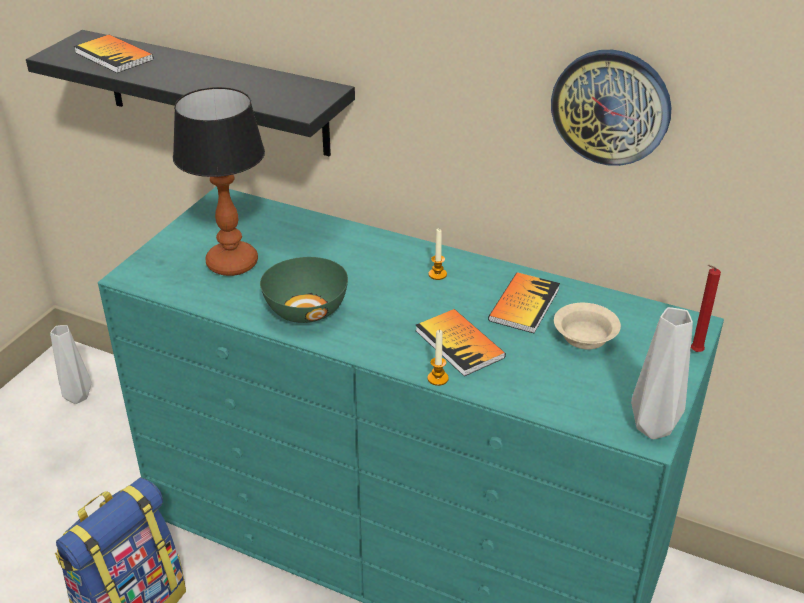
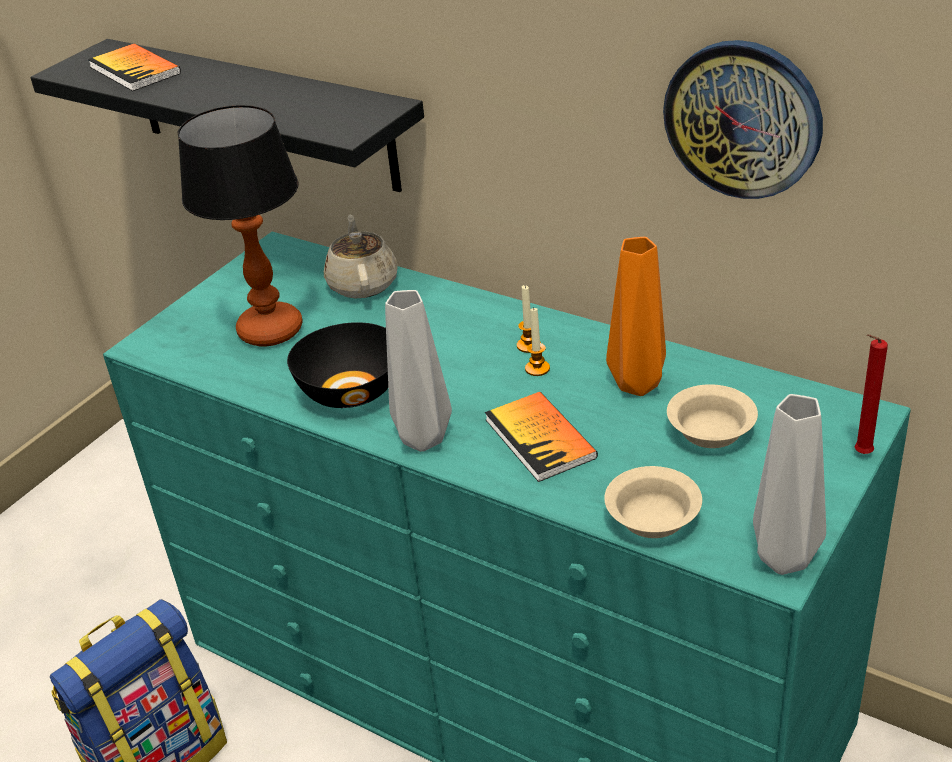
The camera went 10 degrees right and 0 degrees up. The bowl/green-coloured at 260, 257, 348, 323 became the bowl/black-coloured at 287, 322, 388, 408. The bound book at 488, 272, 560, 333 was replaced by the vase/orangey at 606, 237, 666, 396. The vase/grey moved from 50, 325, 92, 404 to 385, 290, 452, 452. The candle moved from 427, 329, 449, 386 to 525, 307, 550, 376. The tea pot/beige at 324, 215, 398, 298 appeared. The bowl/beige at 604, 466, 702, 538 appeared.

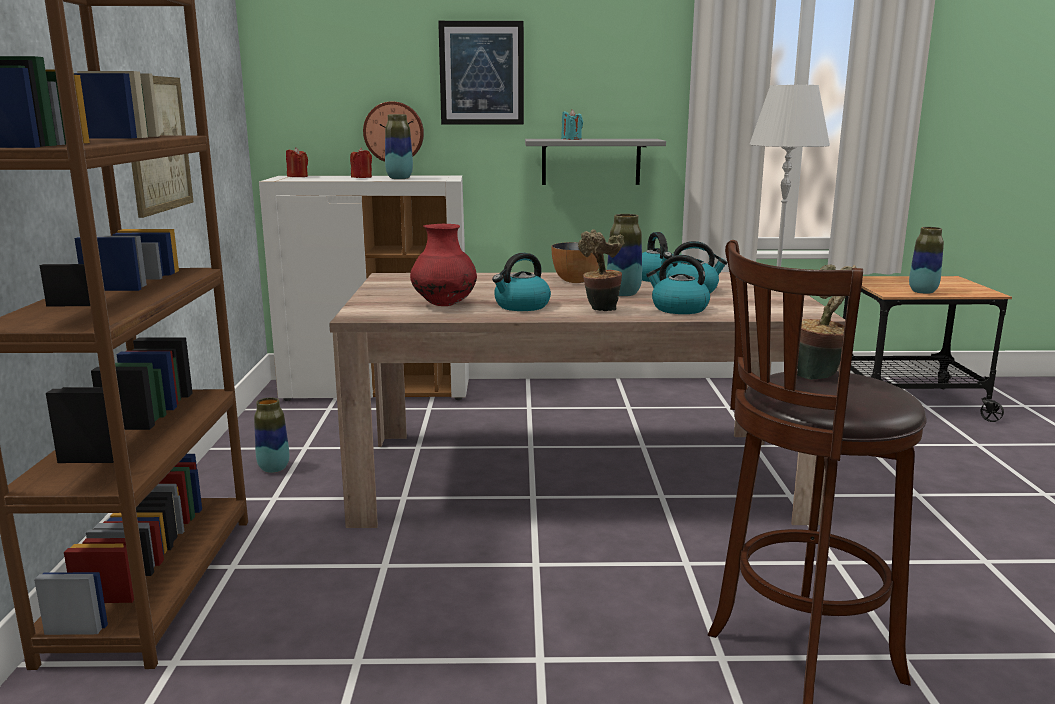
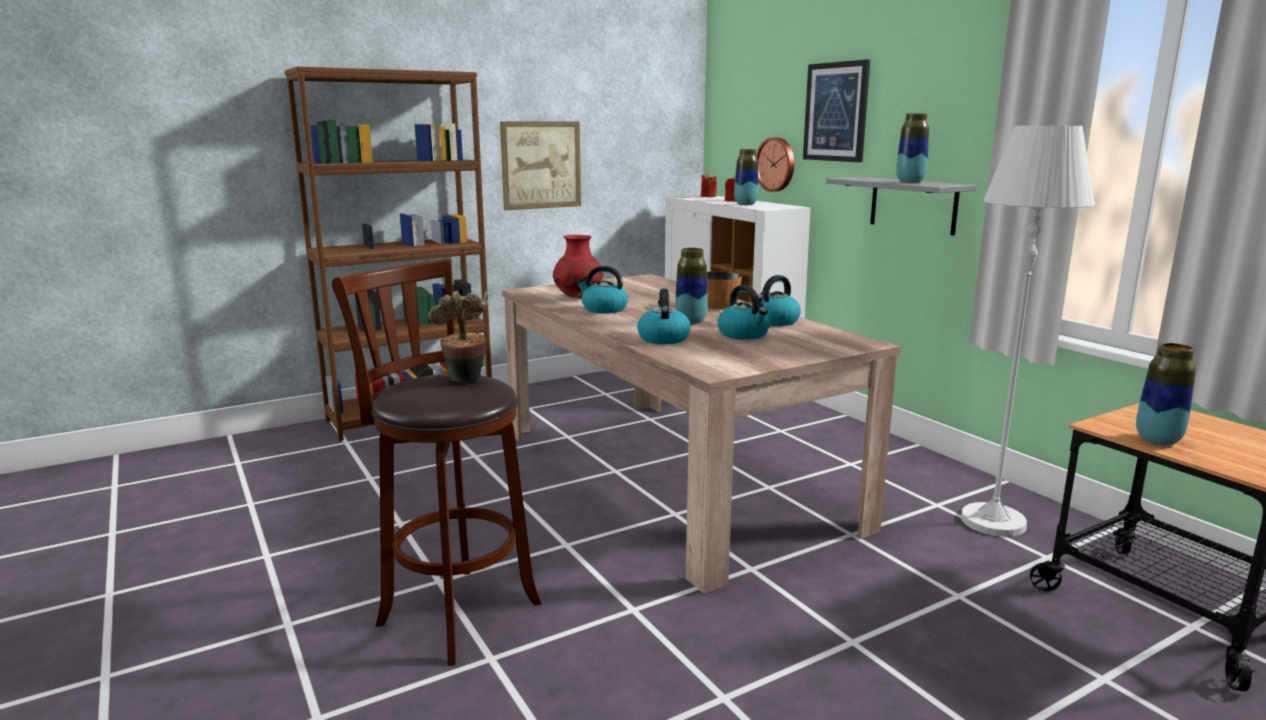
The camera went 60 degrees right and 0 degrees up. The candle/blue-green at 561, 109, 583, 140 disappeared. The houseplant at 578, 229, 625, 311 disappeared. The vase moved from 254, 398, 289, 473 to 896, 113, 929, 183.

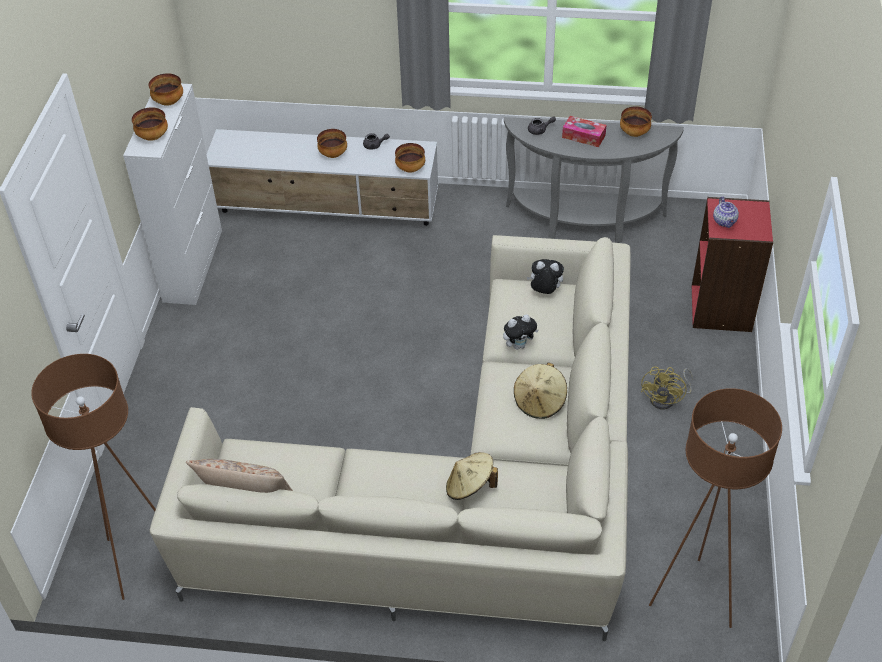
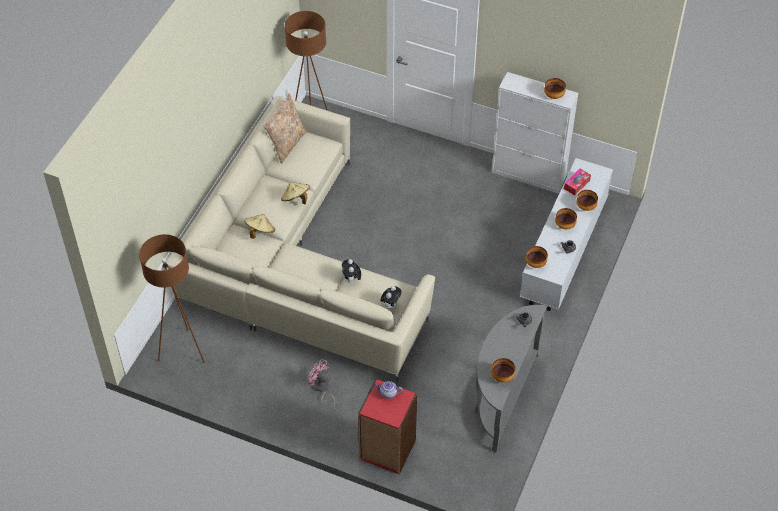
The camera went 105 degrees right and 5 degrees up. The bowl moved from 132, 107, 168, 141 to 576, 190, 598, 211. The tissue box moved from 562, 116, 606, 147 to 564, 168, 591, 195. The hat/beige moved from 514, 362, 567, 419 to 281, 182, 310, 204. The electric fan/yellow-coloured at 641, 366, 693, 409 became the electric fan/pink-coloured at 308, 359, 335, 407.

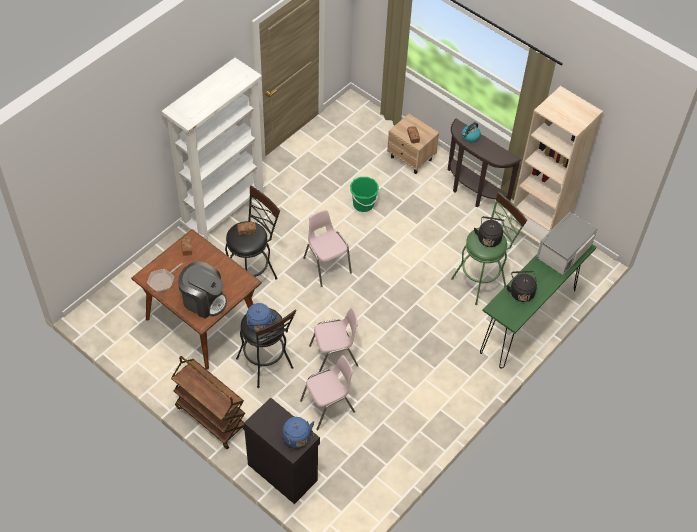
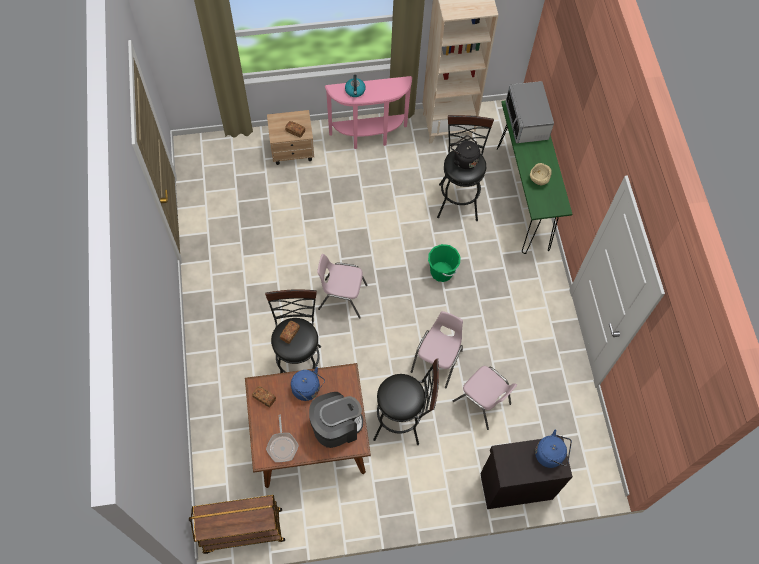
The camera went 50 degrees left and 10 degrees up. The shelving unit/white at 161, 58, 265, 241 disappeared. The narrow table/brown at 448, 118, 521, 208 became the narrow table/pink-coloured at 325, 76, 412, 149. The water bucket/green-coloured moved from 350, 177, 379, 212 to 428, 244, 461, 282. The stool seat/green-coloured at 451, 192, 527, 305 became the stool seat/black-coloured at 437, 115, 494, 221. The water kettle/black-coloured at 506, 271, 537, 302 was replaced by the bowl/beige at 530, 163, 552, 185. The water kettle/blue-coloured moved from 246, 303, 278, 331 to 291, 367, 325, 401. The plain chair/pink-coloured at 300, 355, 355, 430 turned 120 degrees clockwise. The trolley/brown moved from 171, 356, 245, 449 to 189, 495, 285, 554.

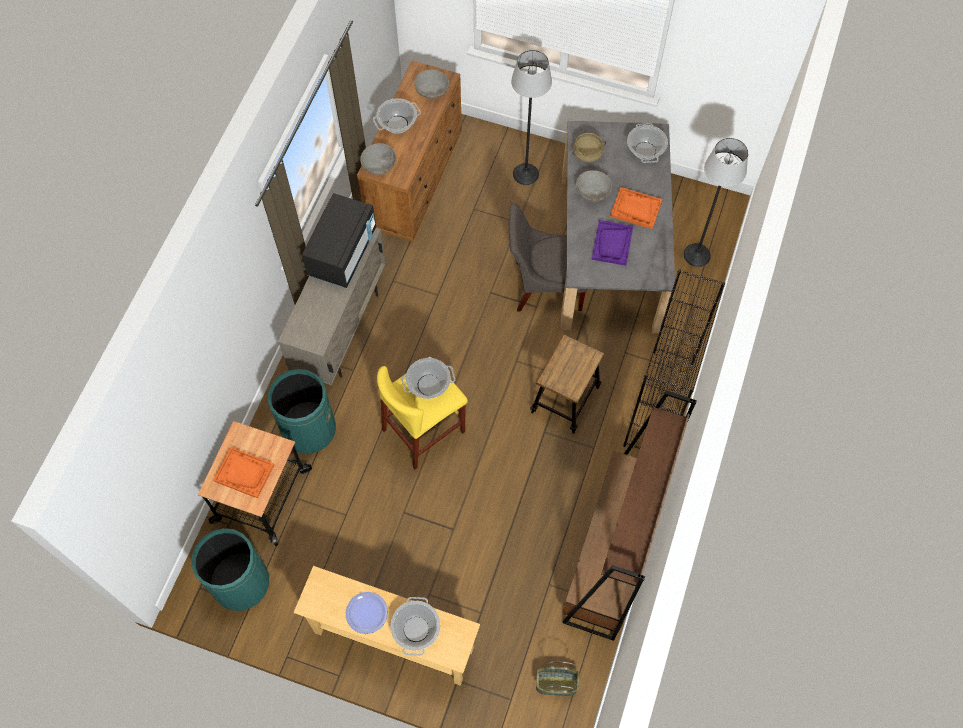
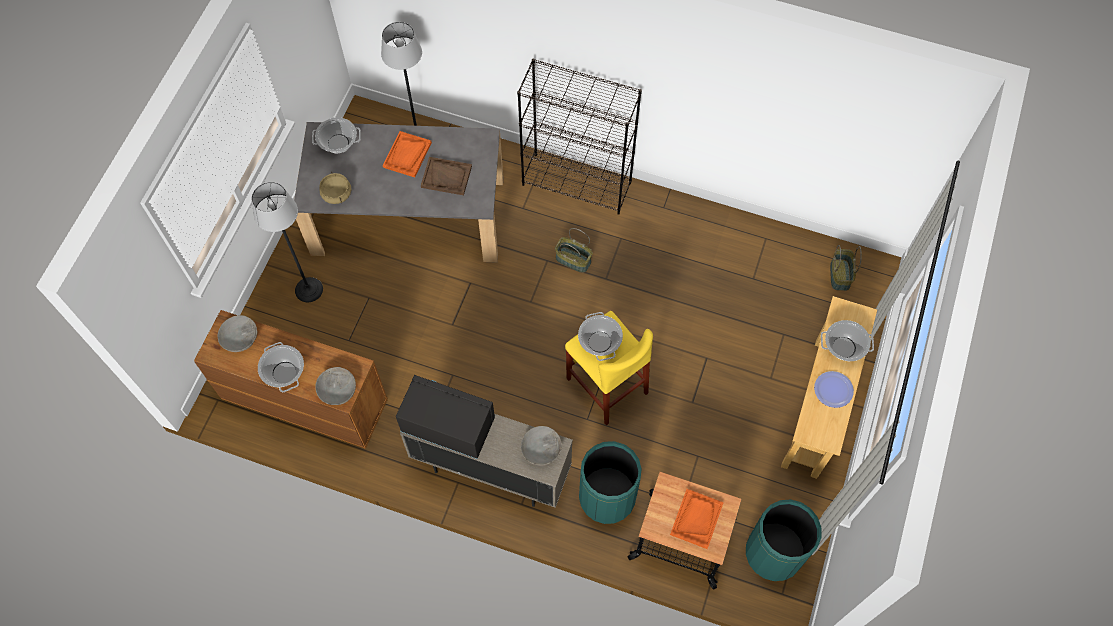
The camera went 90 degrees left and 0 degrees up. The bowl/grey moved from 576, 170, 612, 202 to 521, 426, 562, 466. The plain chair/grey at 509, 204, 587, 311 disappeared. The tray/purple at 591, 220, 633, 266 became the tray/brown at 421, 157, 472, 195. The stool seat at 530, 334, 604, 434 was replaced by the basket at 555, 228, 593, 273. The shelving unit/brown at 562, 391, 697, 641 disappeared.

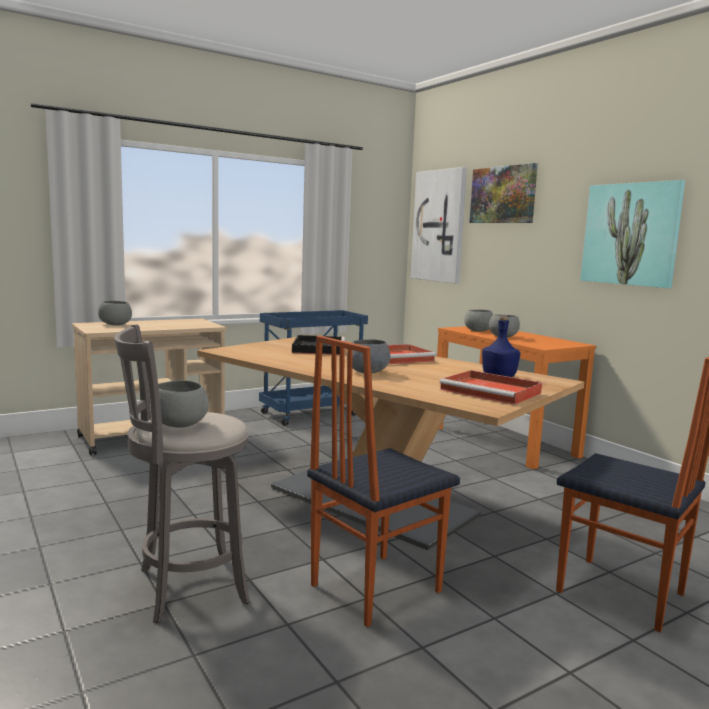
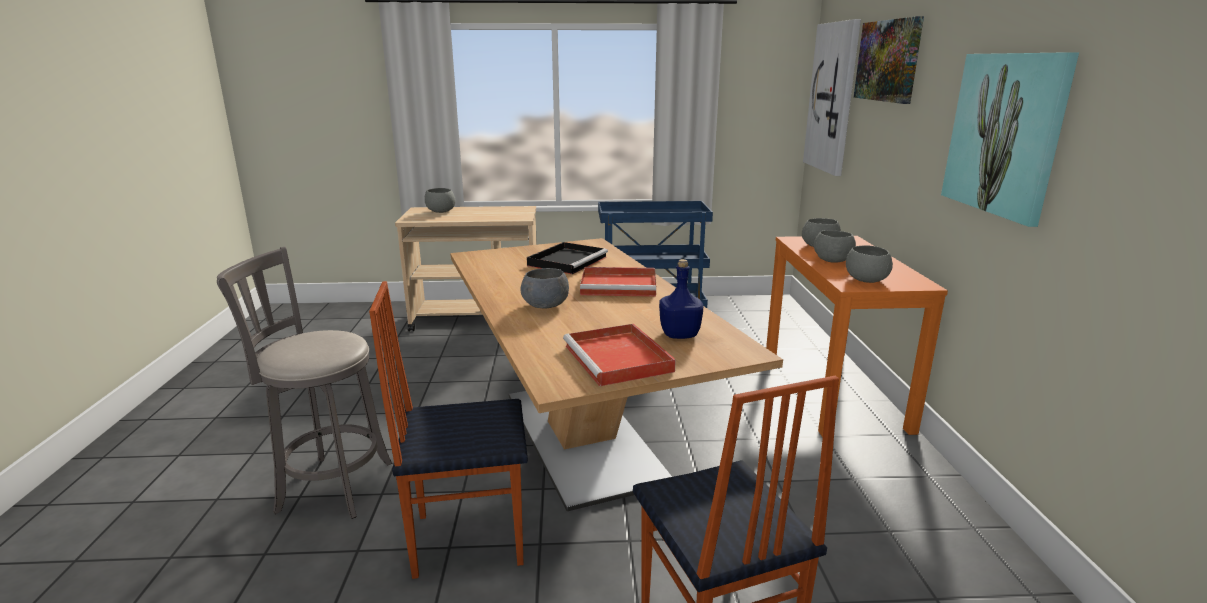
The camera went 30 degrees right and 10 degrees up. The bowl/grey moved from 158, 380, 209, 428 to 846, 245, 893, 283.

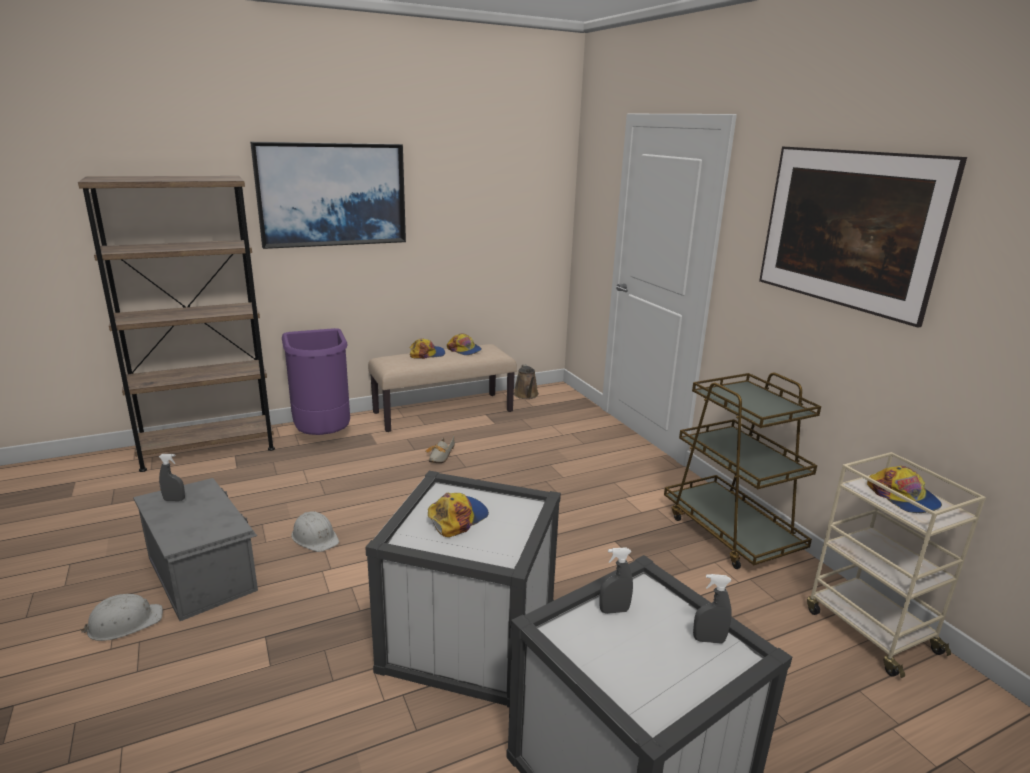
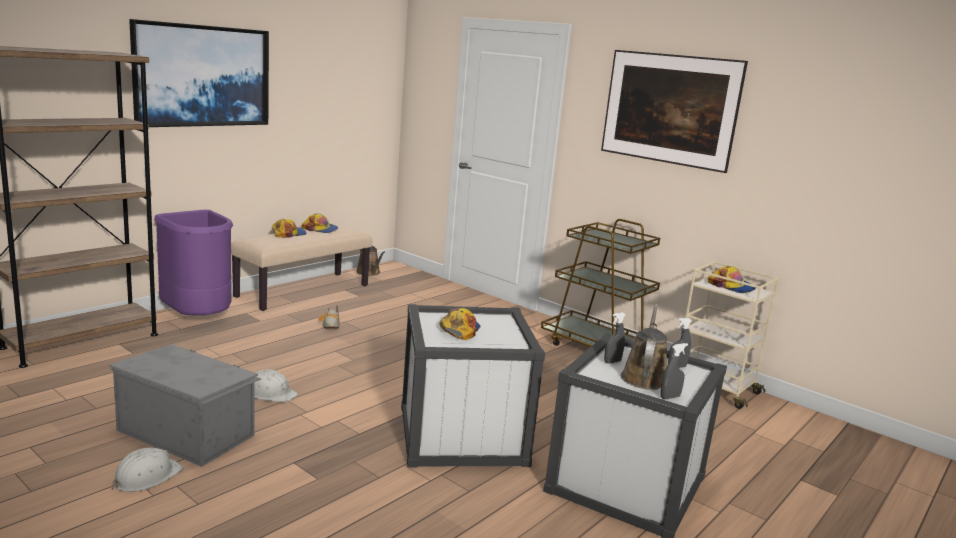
The camera went 25 degrees left and 5 degrees down. The spray bottle/grey moved from 159, 454, 185, 501 to 660, 343, 688, 399. The watering can/brown at 620, 304, 667, 390 appeared.

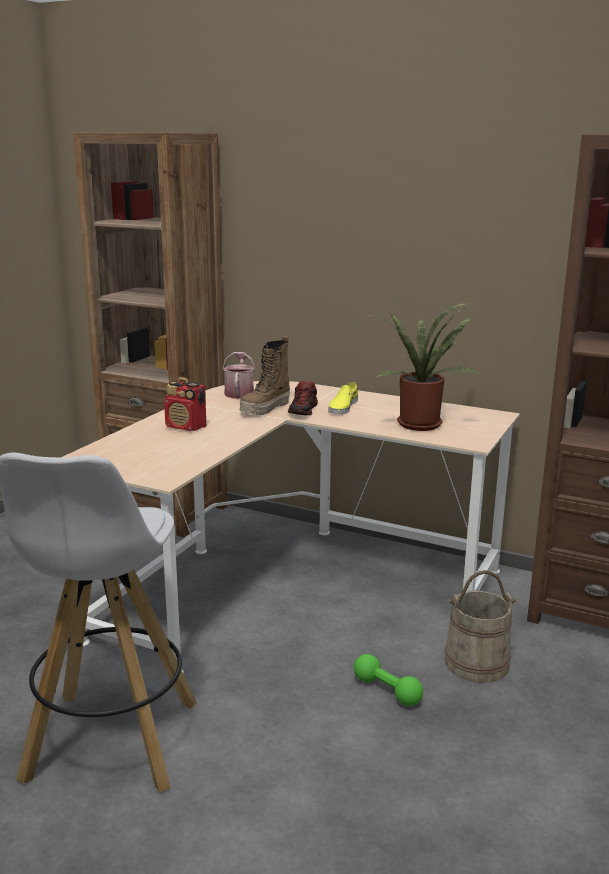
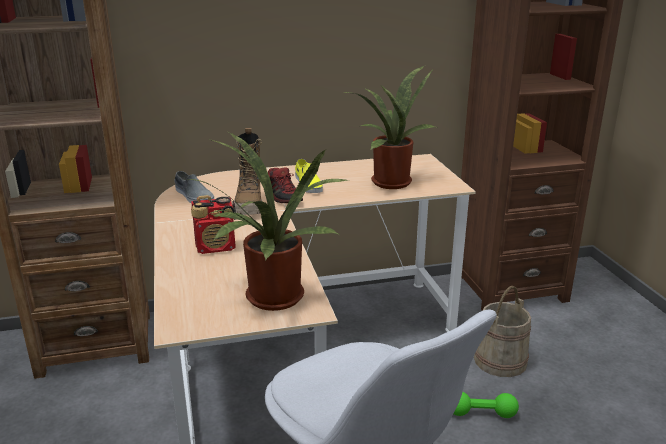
The camera went 40 degrees left and 5 degrees up. The watering can at 222, 352, 255, 399 was replaced by the item of footwear/grey at 175, 171, 214, 203. The houseplant at 188, 132, 349, 311 appeared.

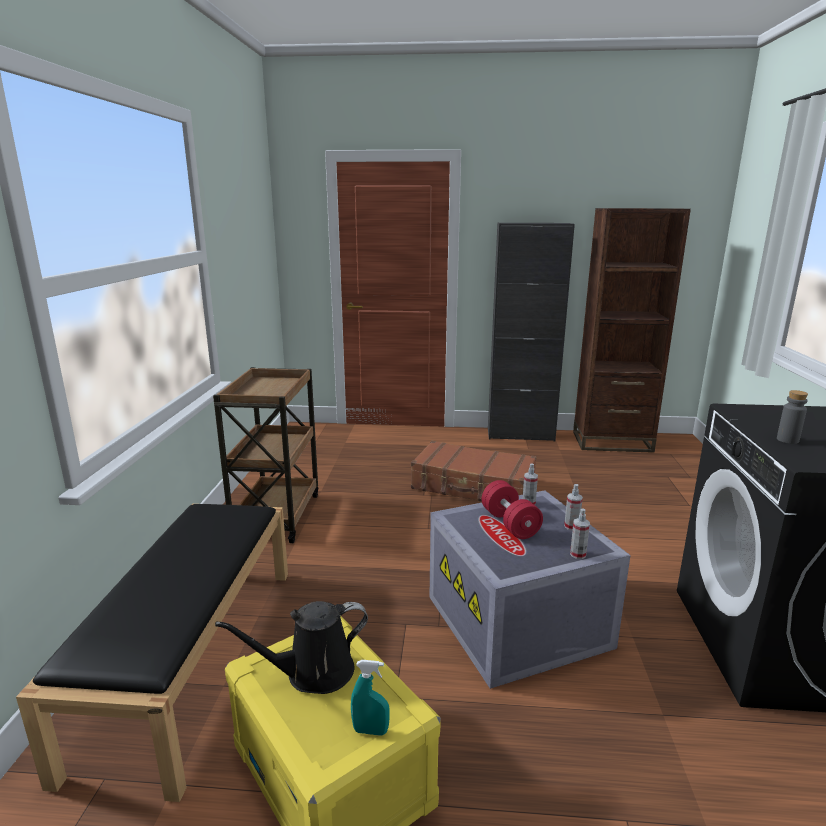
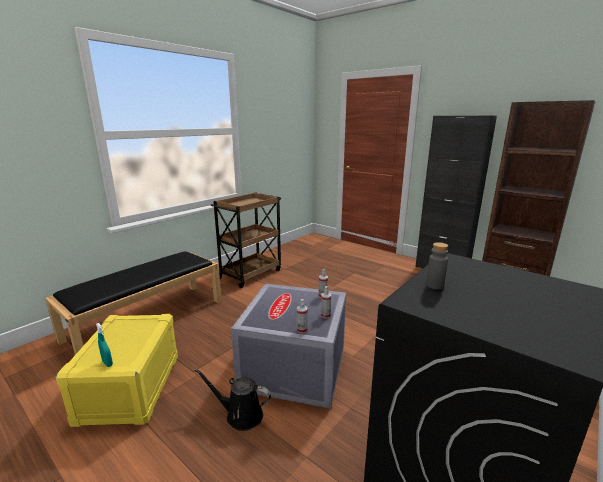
The camera went 35 degrees right and 0 degrees up. The travel case/brown at 411, 441, 536, 502 disappeared. The hand weight/red-coloured at 482, 480, 543, 539 disappeared. The watering can/black-coloured moved from 215, 601, 368, 694 to 194, 369, 271, 431.

